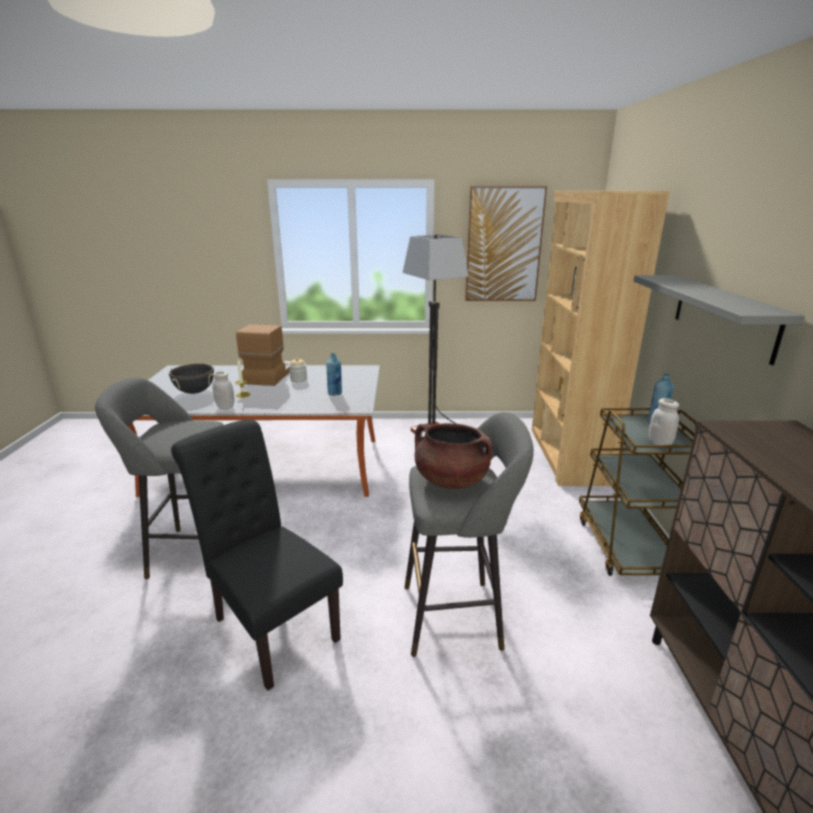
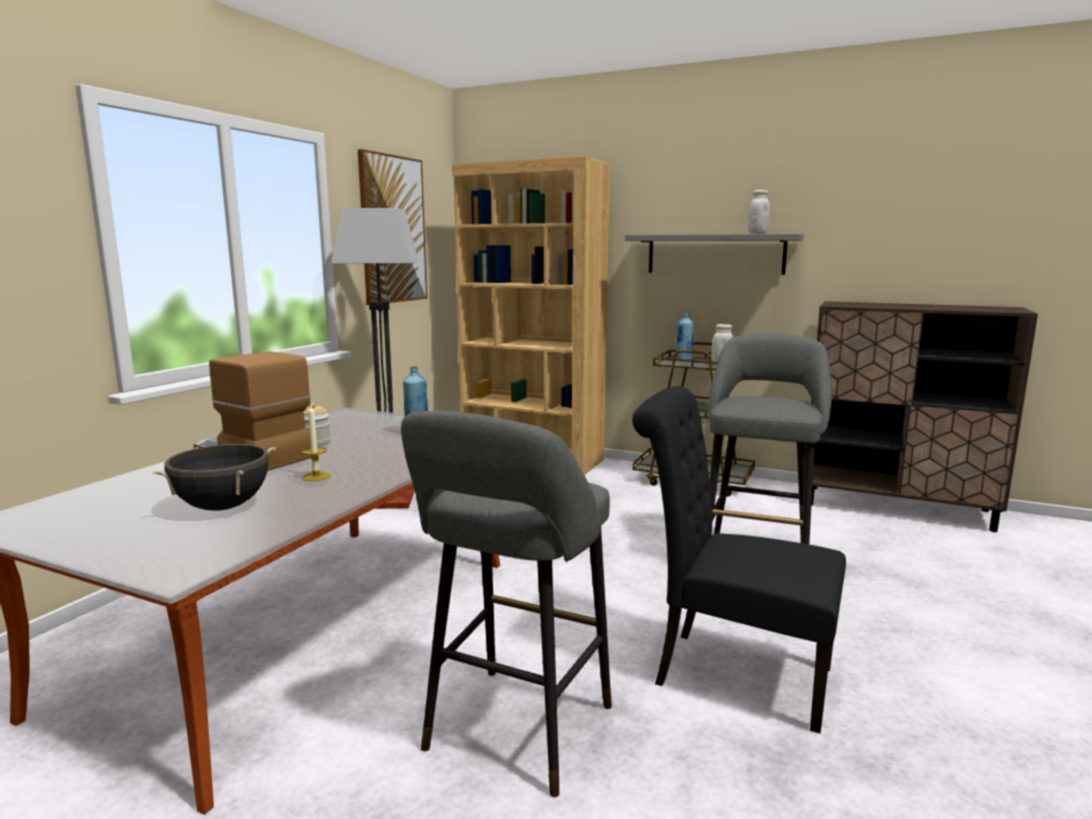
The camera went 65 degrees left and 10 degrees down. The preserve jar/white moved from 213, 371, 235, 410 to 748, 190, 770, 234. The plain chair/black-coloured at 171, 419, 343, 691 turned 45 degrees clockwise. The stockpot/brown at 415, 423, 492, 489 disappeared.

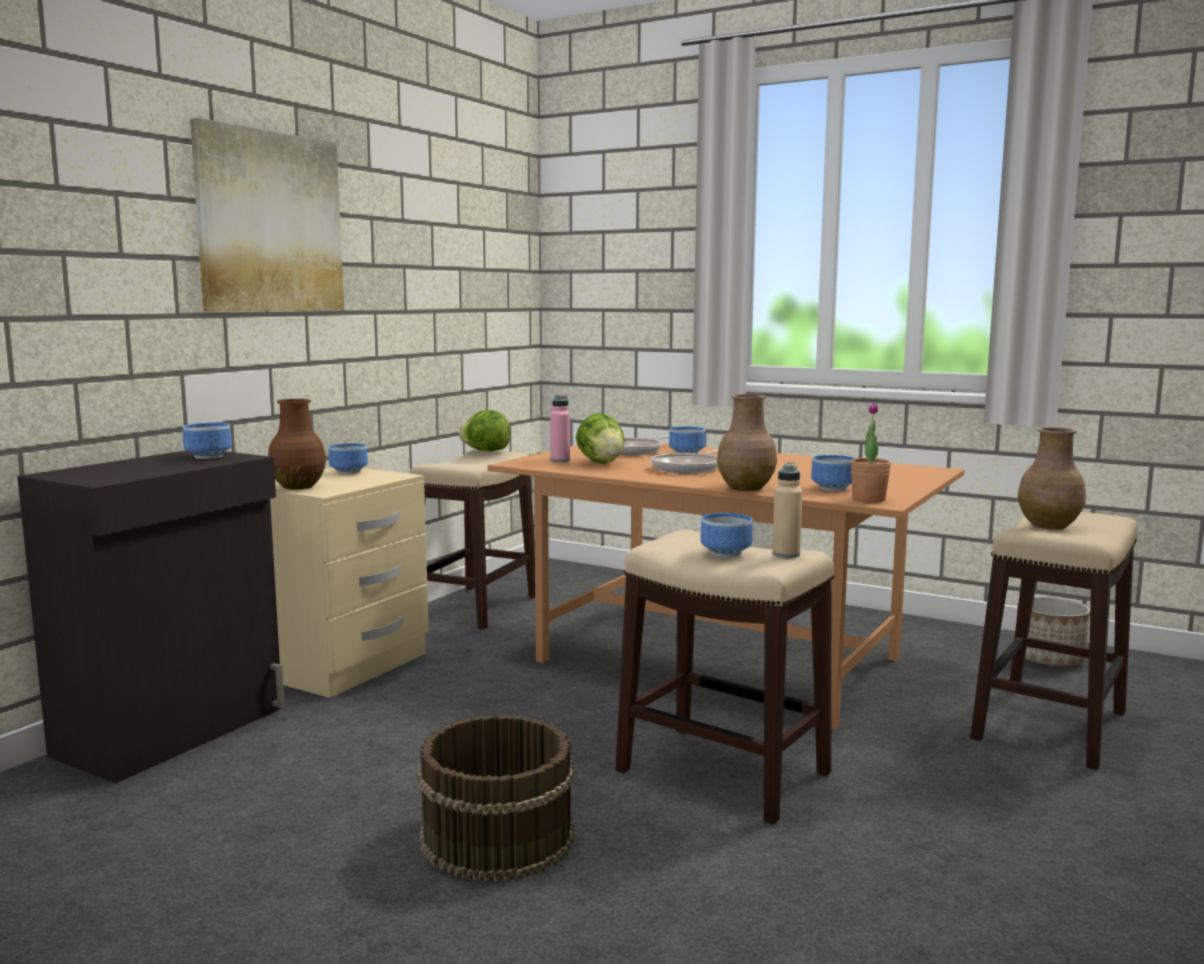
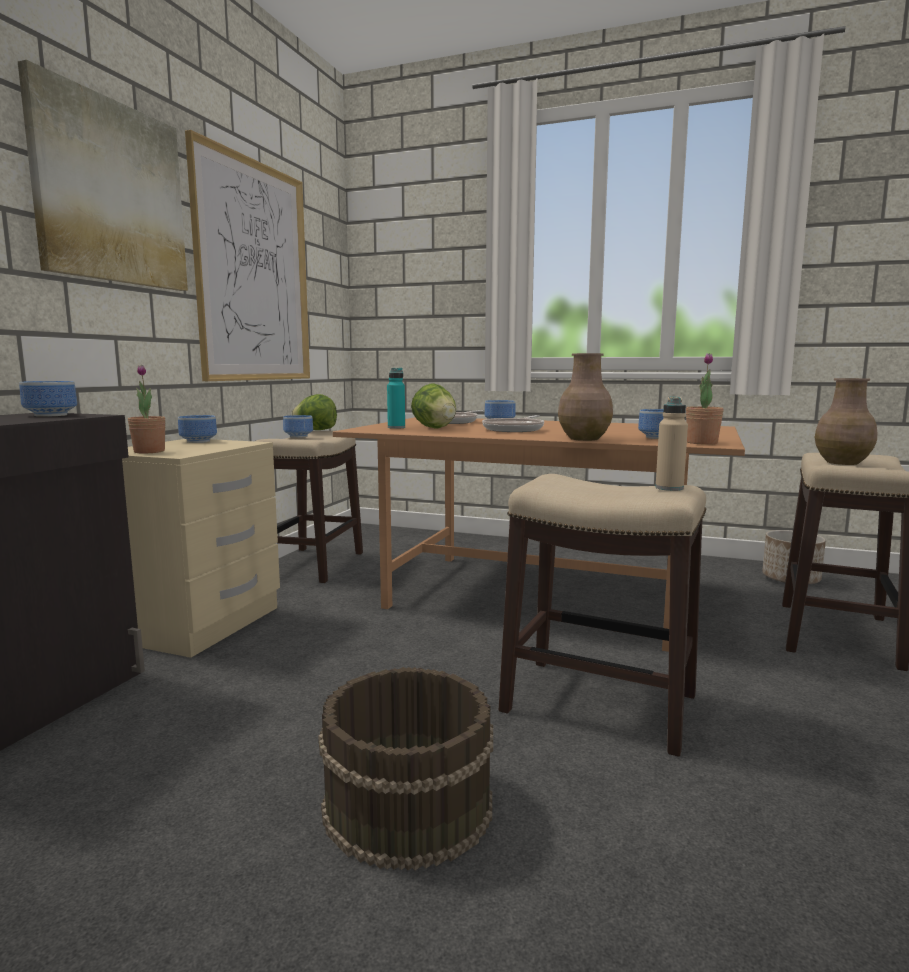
The camera went 10 degrees left and 0 degrees up. The beverage bottle/pink-coloured at 550, 394, 570, 462 became the beverage bottle/blue-green at 387, 368, 405, 429. The vase/brown at 268, 399, 326, 490 was replaced by the houseplant at 128, 365, 166, 454. The bowl moved from 700, 513, 752, 557 to 283, 415, 313, 438. The wall picture at 185, 130, 310, 381 appeared.

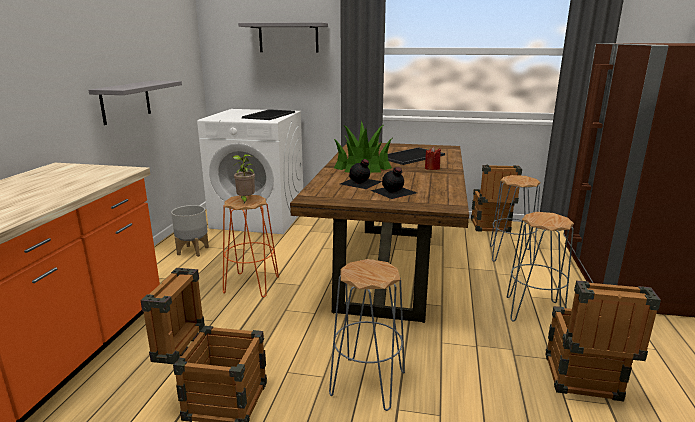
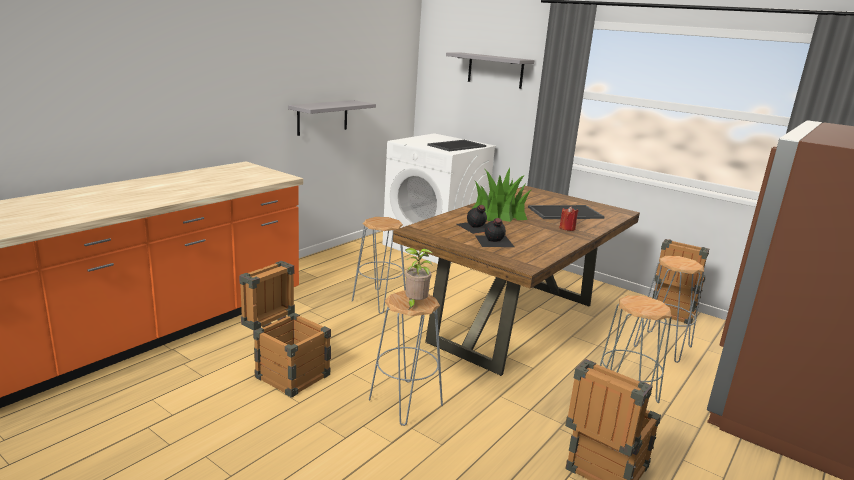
The camera went 25 degrees right and 0 degrees up. The houseplant moved from 232, 154, 255, 203 to 405, 248, 433, 309. The stool seat/orangey at 223, 195, 279, 297 became the stool seat/grey at 352, 217, 406, 314. The plant pot/grey at 171, 205, 209, 257 disappeared.

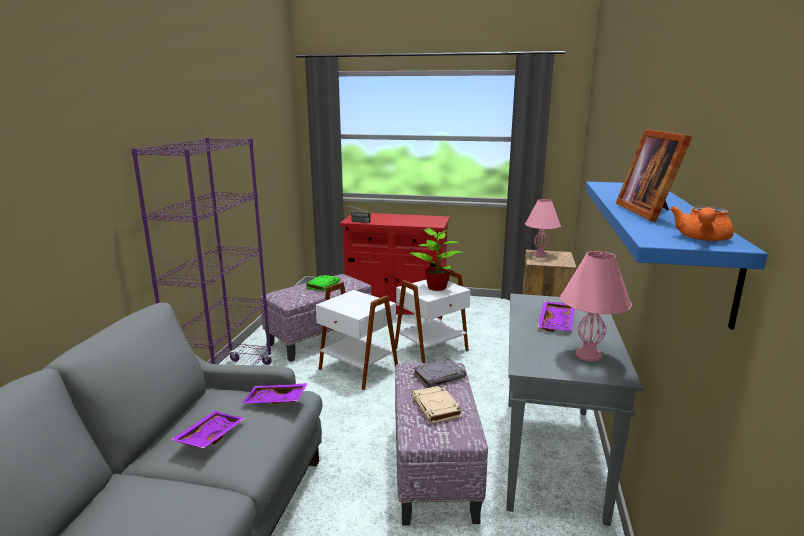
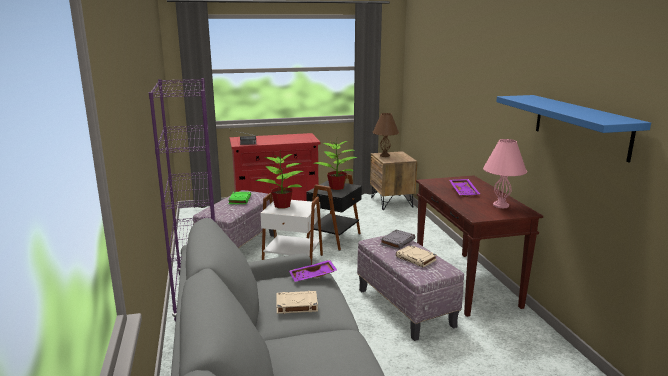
The camera went 25 degrees left and 0 degrees up. The photo frame at 616, 129, 692, 222 disappeared. The tabletop lamp/pink-coloured at 525, 199, 561, 257 became the tabletop lamp/brown at 372, 113, 399, 157. The tea pot/orangey at 670, 206, 734, 241 disappeared. The side table/white at 395, 269, 471, 363 became the side table/black-coloured at 306, 174, 362, 251. The narrow table/grey at 506, 294, 643, 526 became the narrow table/brown at 416, 175, 543, 317. The tray/purple at 170, 411, 245, 448 was replaced by the bound book/beige at 276, 291, 318, 314. The houseplant at 255, 151, 303, 209 appeared.

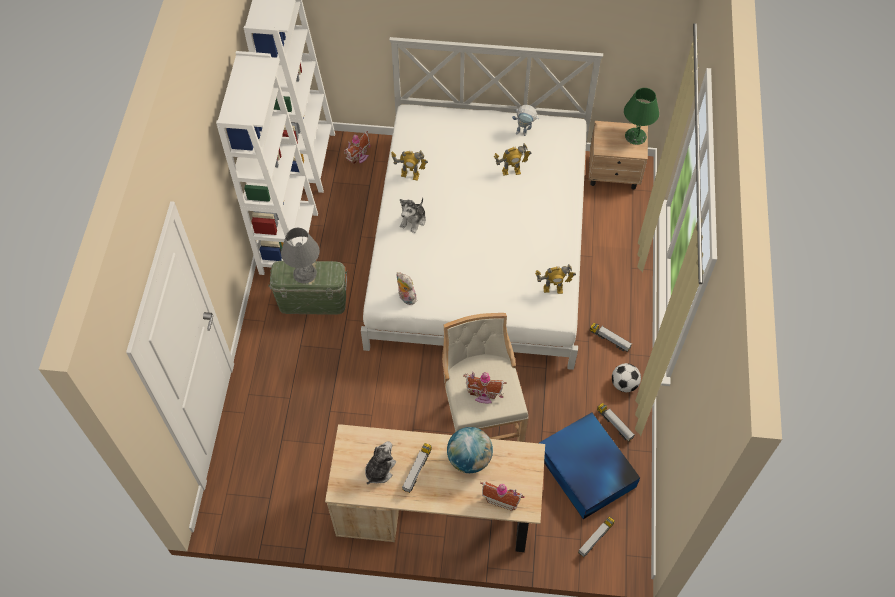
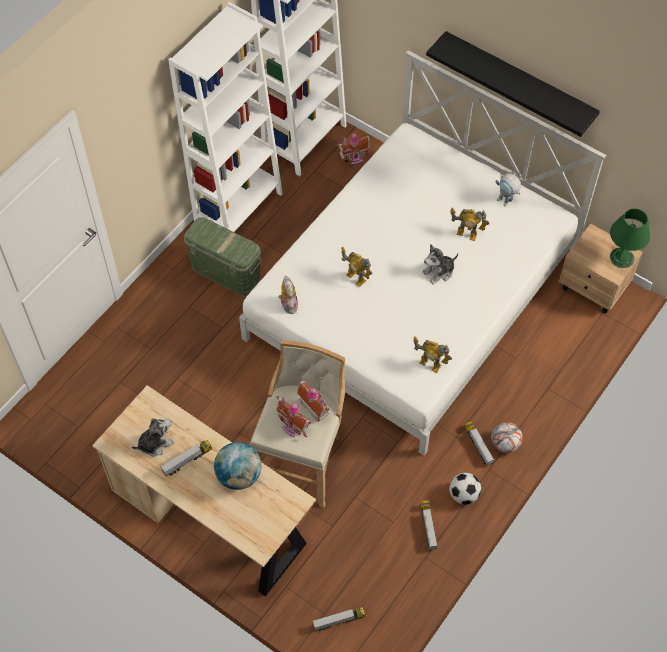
The camera went 30 degrees right and 0 degrees up. The robot figure moved from 391, 150, 428, 181 to 341, 247, 372, 287. The cuddly toy moved from 400, 198, 426, 233 to 422, 244, 458, 284. The tabletop lamp/grey at 281, 228, 320, 284 disappeared. The storage bin/blue-coloured at 539, 412, 640, 519 disappeared. The miniature house moved from 480, 481, 525, 511 to 297, 379, 330, 422. The bracket shelf/black-coloured at 426, 31, 600, 137 appeared. The football ball at 491, 422, 523, 453 appeared.

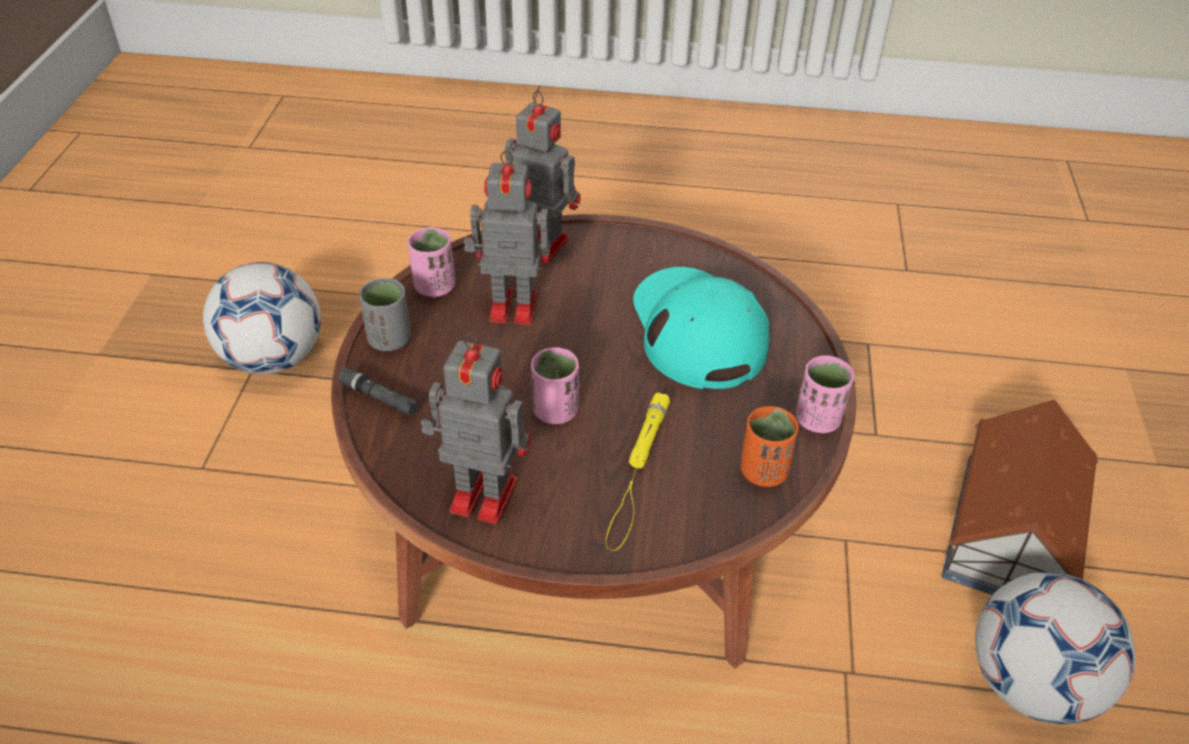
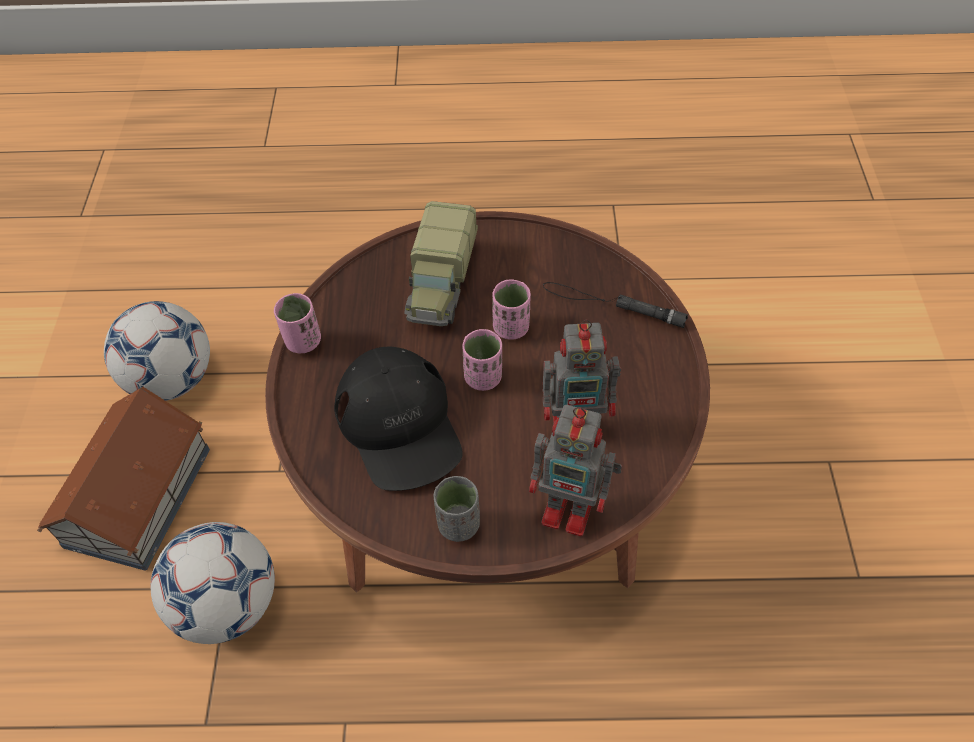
The camera went 175 degrees right and 10 degrees up. The cup/pink-coloured moved from 408, 227, 455, 297 to 462, 329, 502, 391. The football ball moved from 203, 262, 321, 375 to 150, 522, 275, 644. The cap/blue-green at 633, 267, 769, 389 became the cap/black-coloured at 334, 347, 463, 491. The cup/grey moved from 359, 278, 411, 351 to 434, 476, 480, 542. The robot figure at 421, 333, 531, 524 disappeared. The torch/yellow-coloured at 605, 392, 670, 551 was replaced by the model truck at 404, 201, 478, 326. The cup/orangey at 741, 406, 799, 487 disappeared.

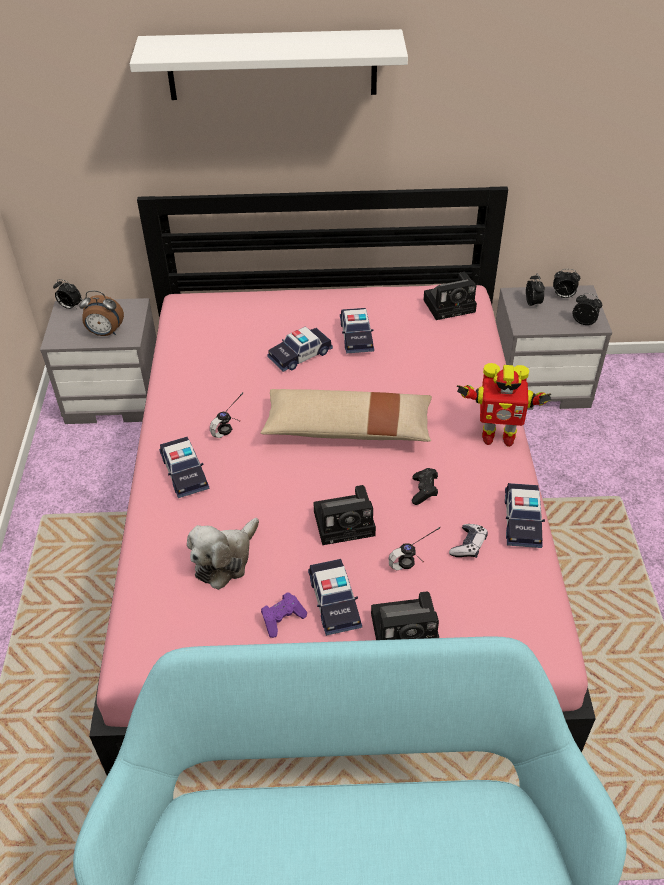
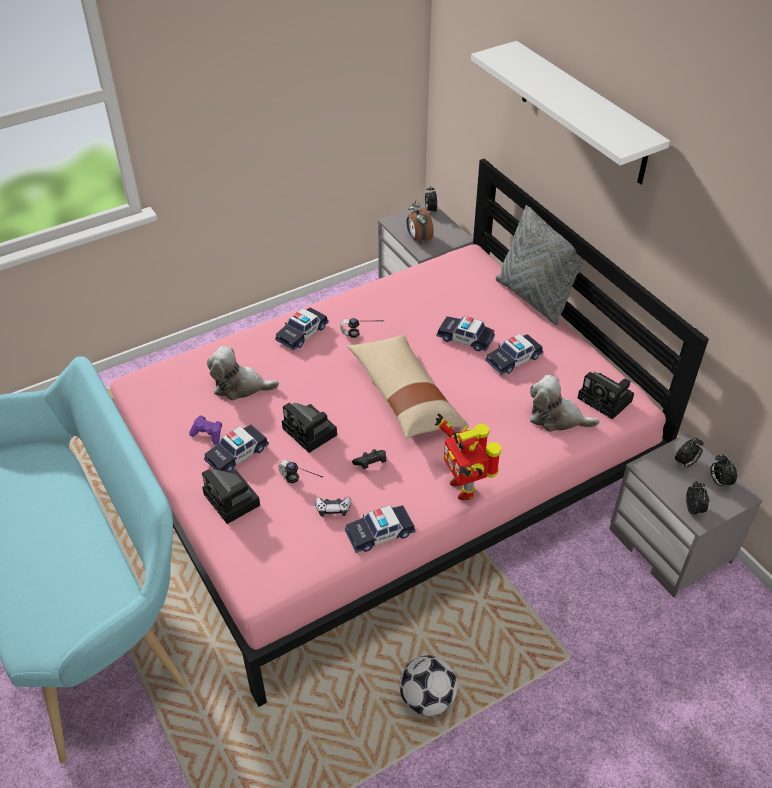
The camera went 60 degrees right and 0 degrees up. The cushion/grey at 495, 205, 592, 325 appeared. The cuddly toy at 530, 375, 599, 432 appeared. The football ball at 400, 655, 457, 716 appeared.

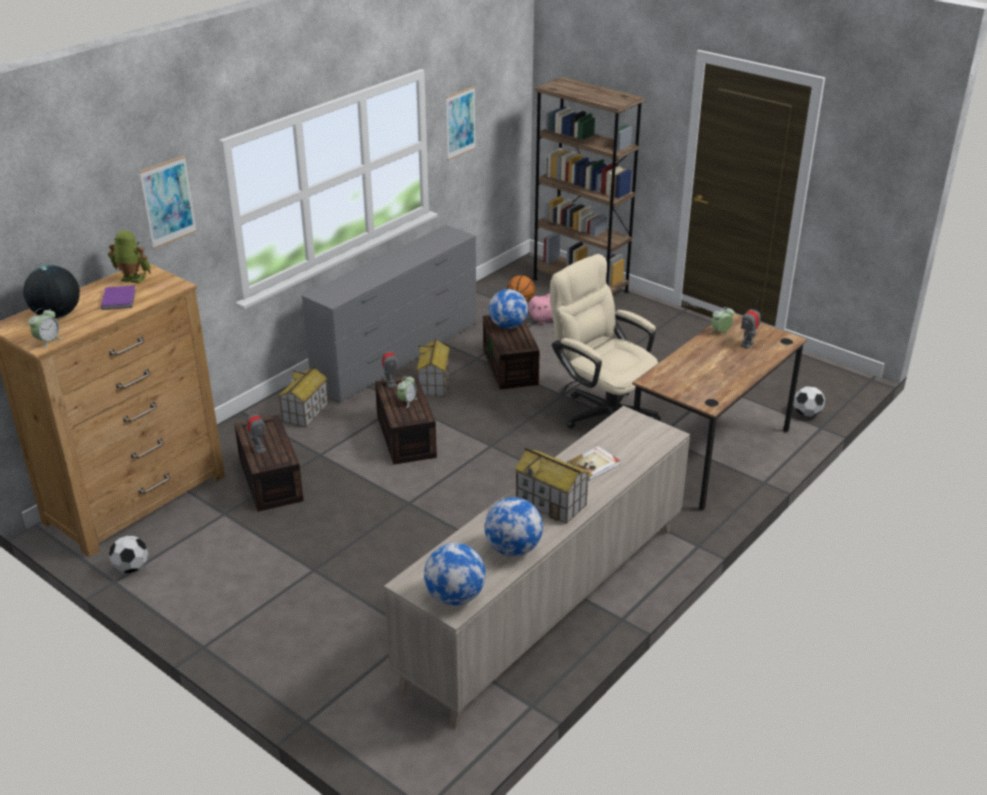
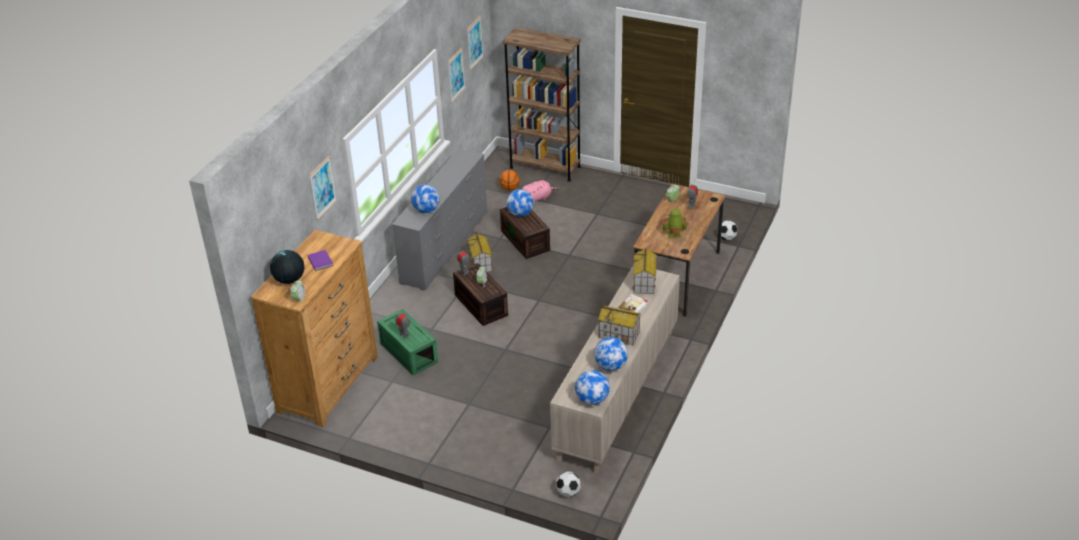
The camera went 15 degrees left and 5 degrees up. The robot figure moved from 108, 230, 151, 283 to 662, 209, 688, 238. The desk chair/beige at 550, 254, 661, 429 disappeared. The miniature house moved from 278, 366, 329, 427 to 633, 248, 657, 294. The storage bin/brown at 234, 415, 304, 512 became the storage bin/green-coloured at 377, 309, 438, 375. The football ball moved from 109, 536, 148, 573 to 556, 471, 581, 497. The wall picture at 467, 16, 484, 70 appeared. The desk globe at 411, 184, 440, 213 appeared.

